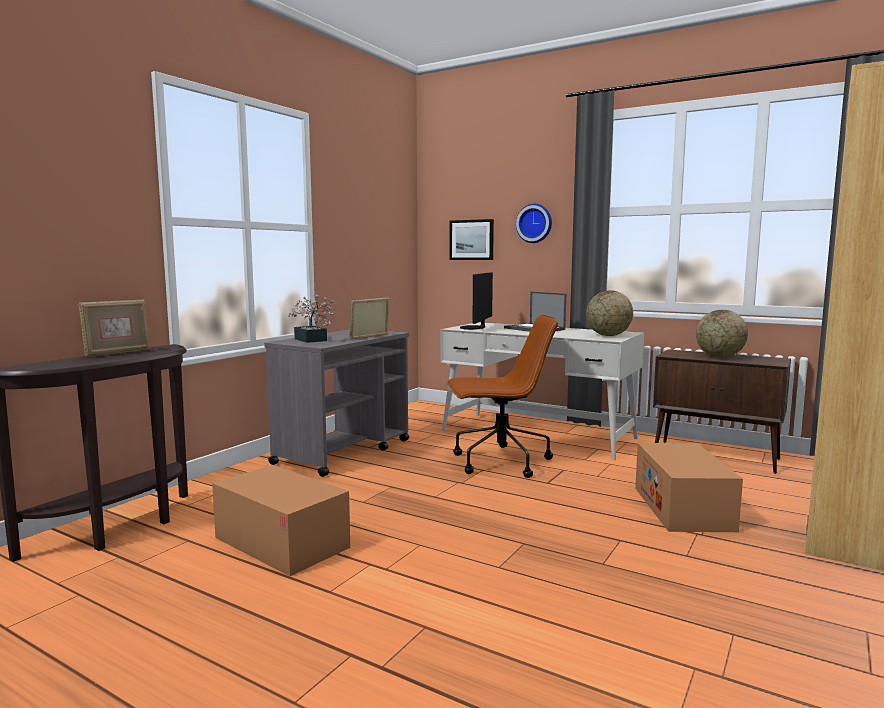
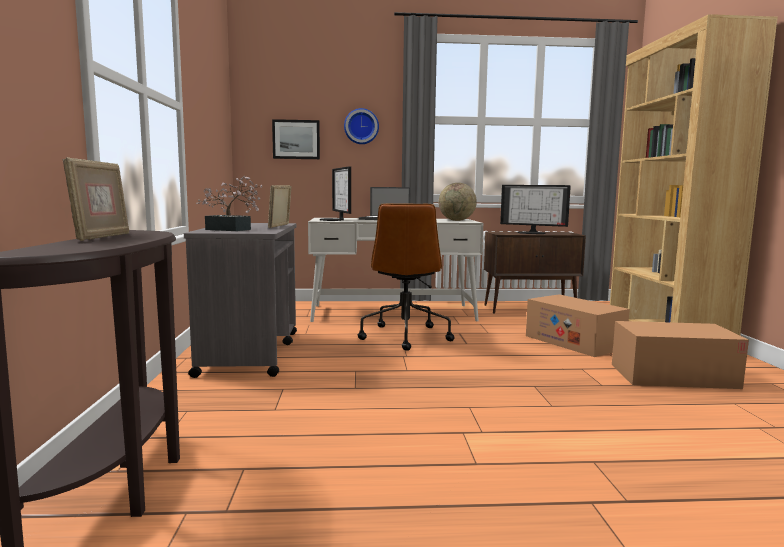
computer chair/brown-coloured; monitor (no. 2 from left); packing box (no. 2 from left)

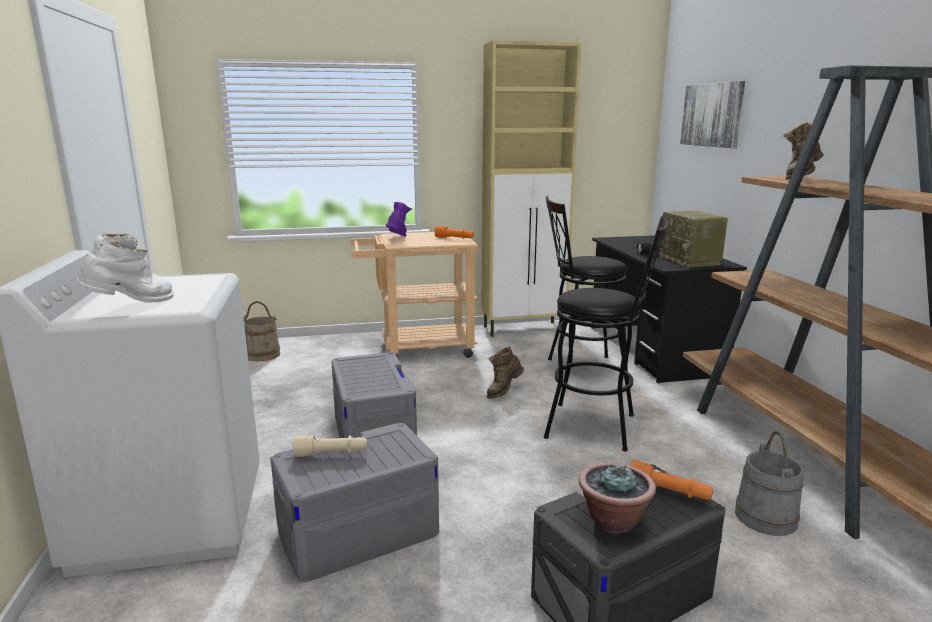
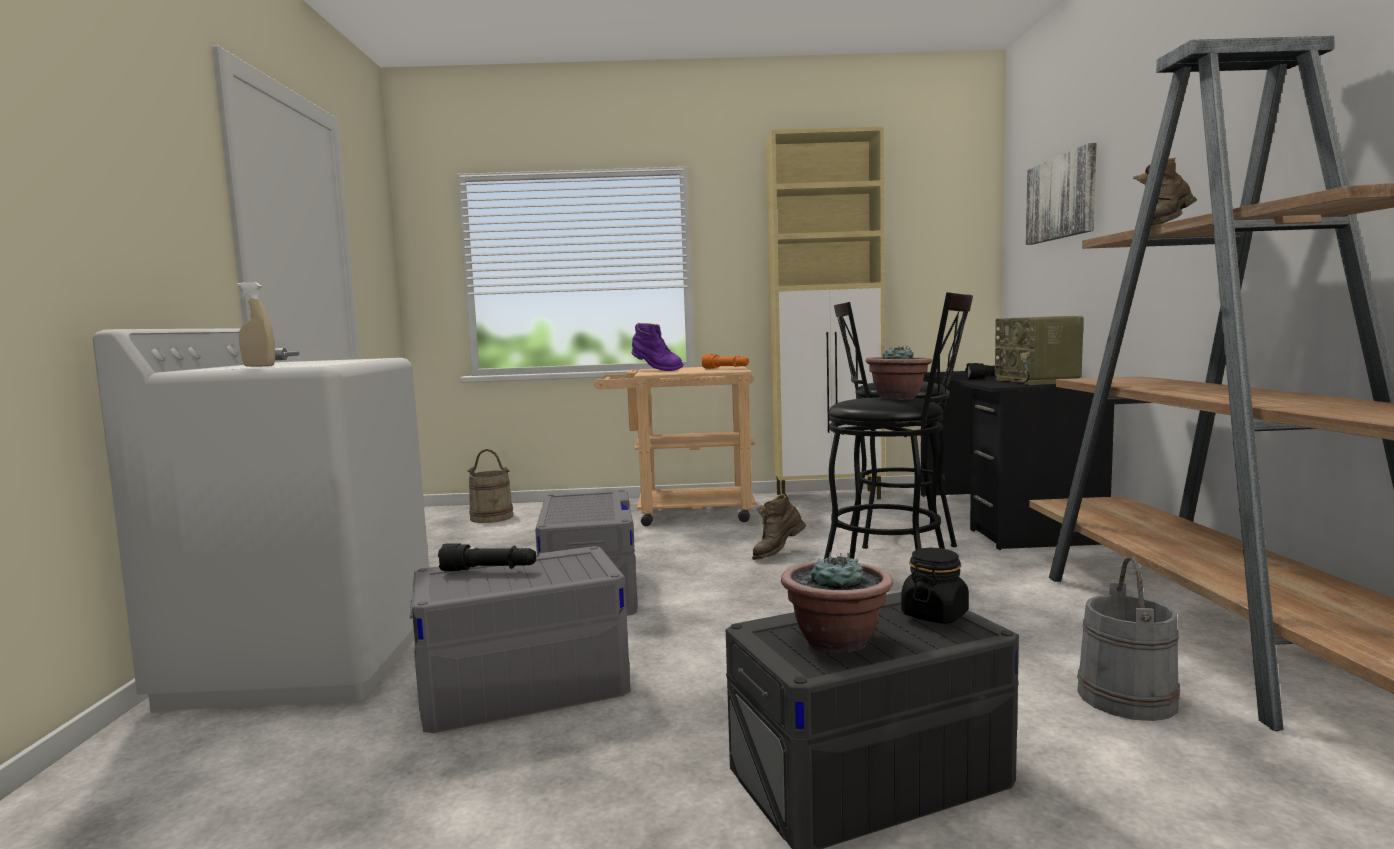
sprayer/beige-coloured; torch/blackish (no. 1 from left); tall boot/purple; houseplant (no. 2 from left); preserve jar/blackish

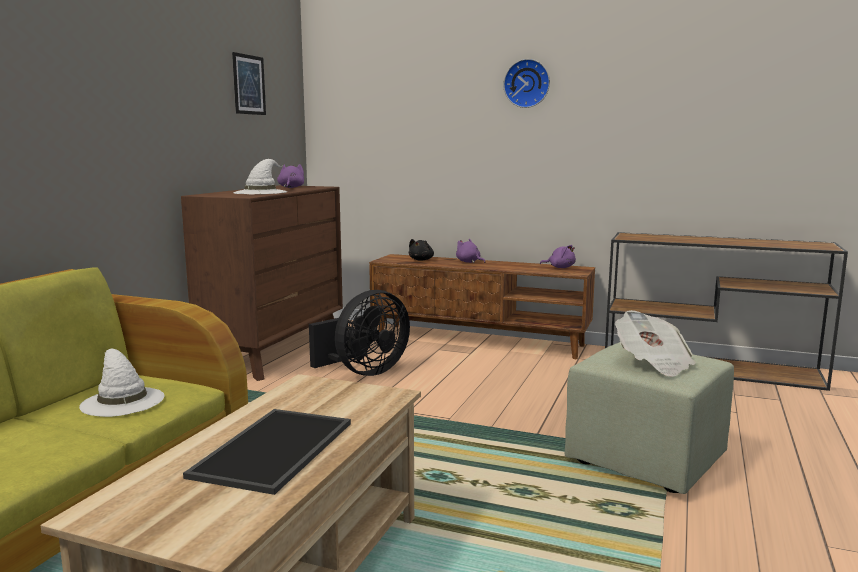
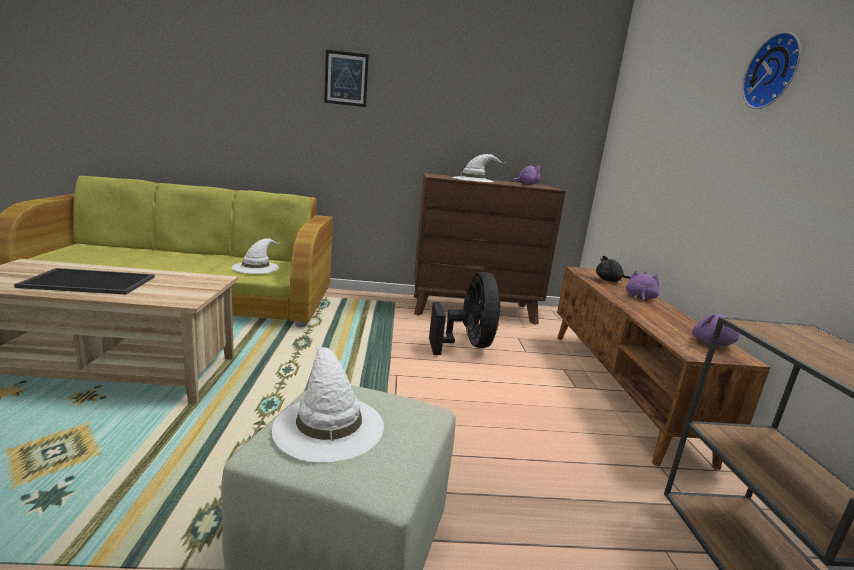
hat/white (no. 2 from left); picture; cooling fan/blackish

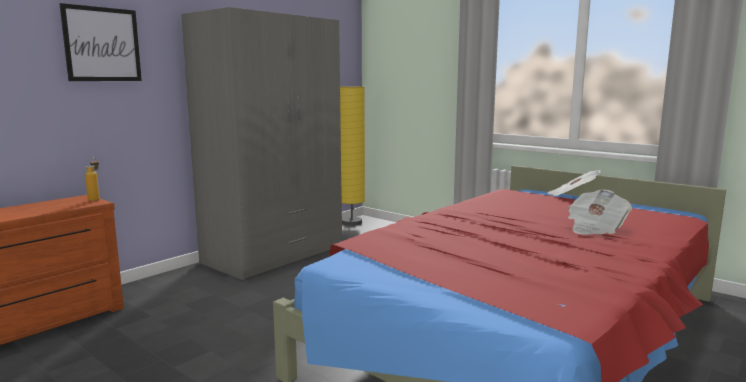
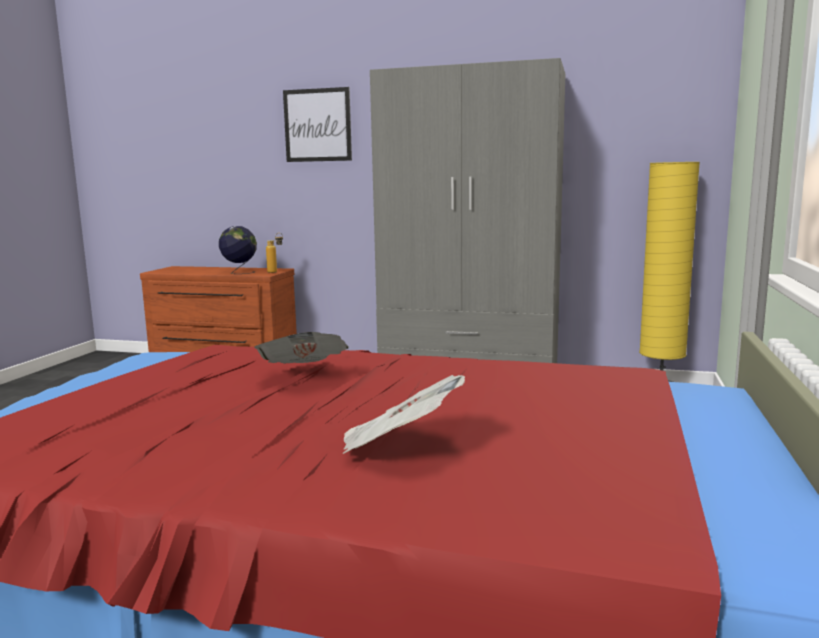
desk globe; newspaper (no. 1 from left)

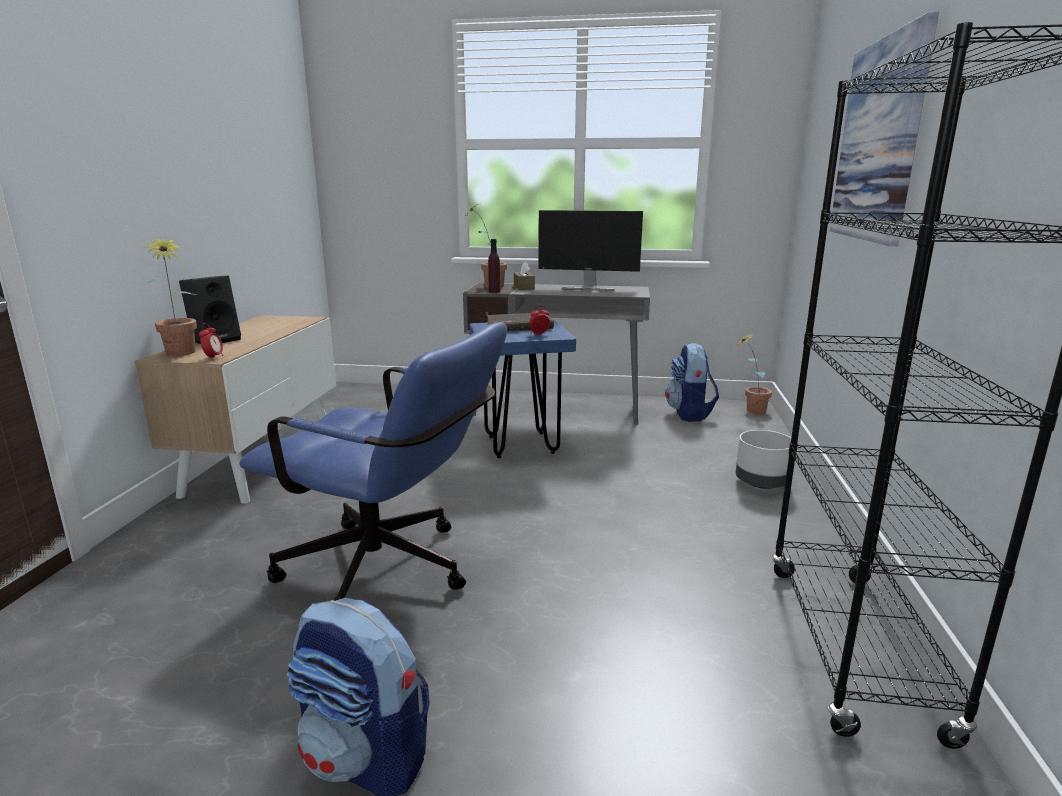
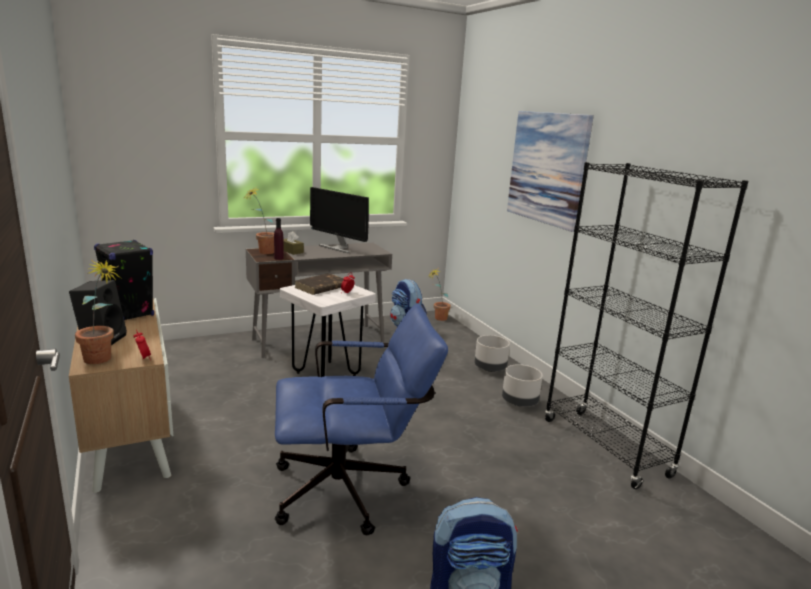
speaker/blackish (no. 2 from left); stool/white; monitor; planter/gray (no. 2 from left)

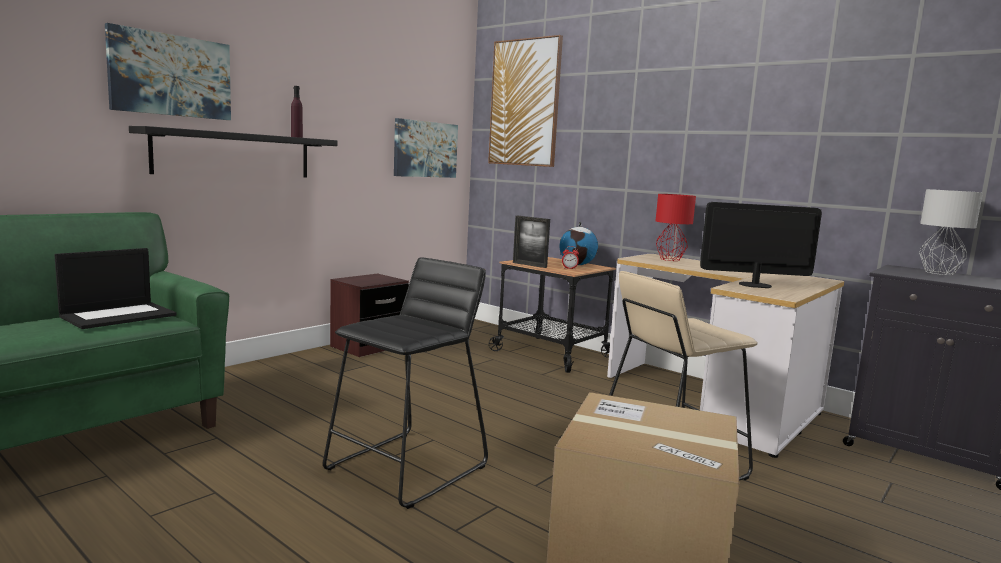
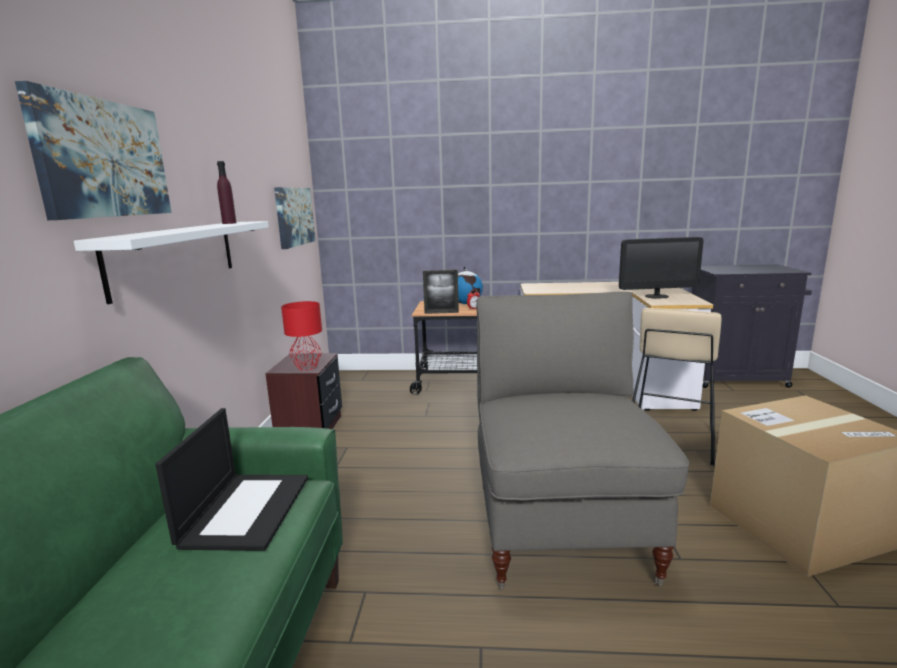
shelf/white; tabletop lamp/red; lounge chair/gray; monitor; picture (no. 3 from left in the first image); tabletop lamp/gray

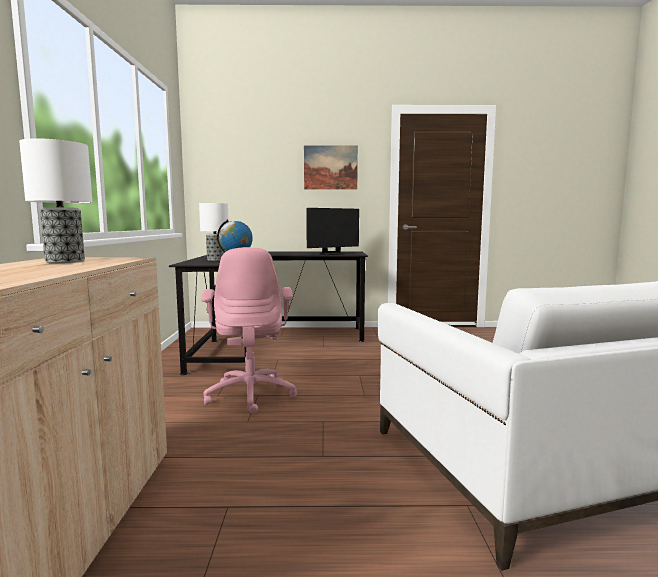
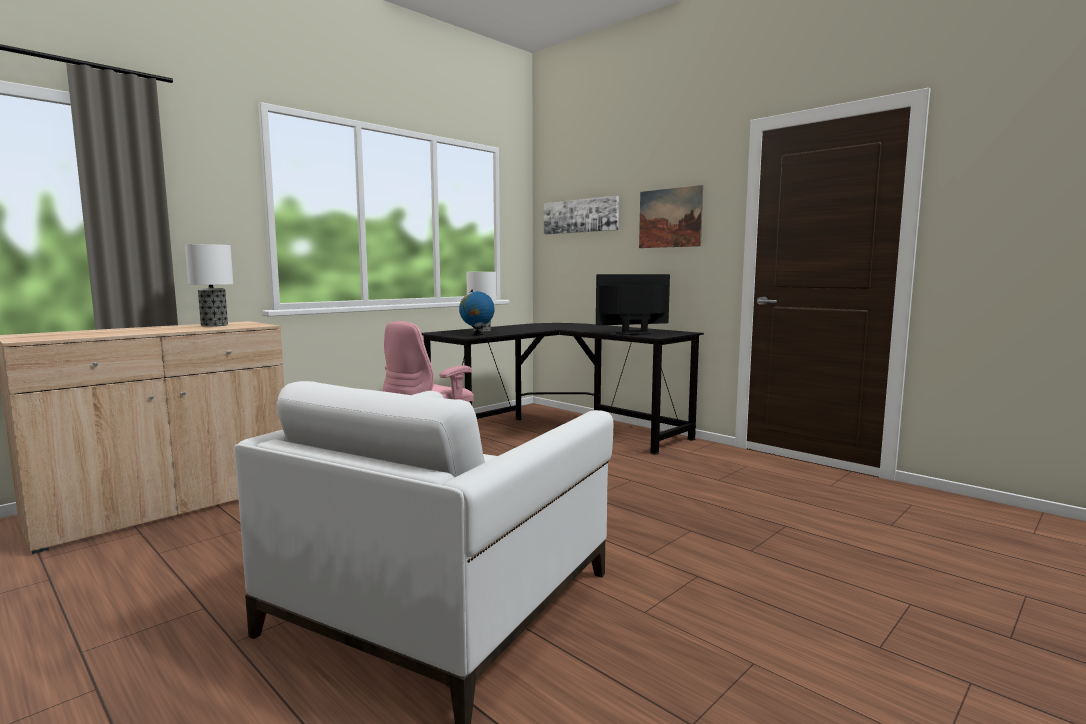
picture (no. 1 from left); monitor

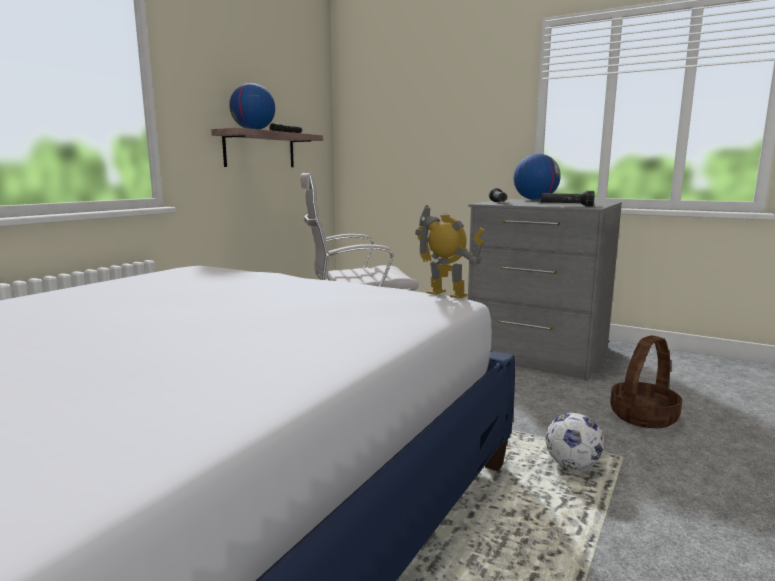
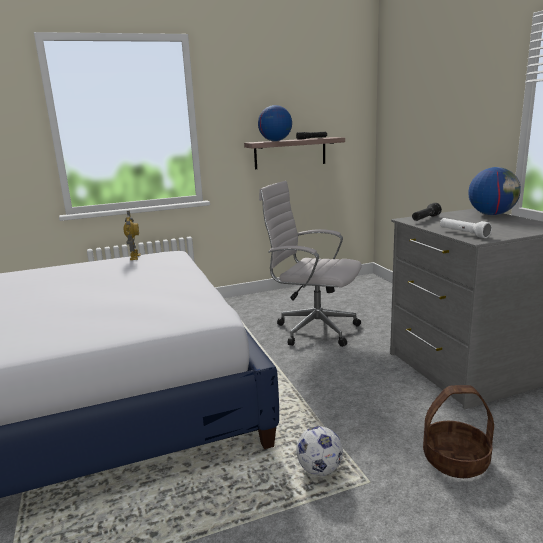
robot figure; torch/white

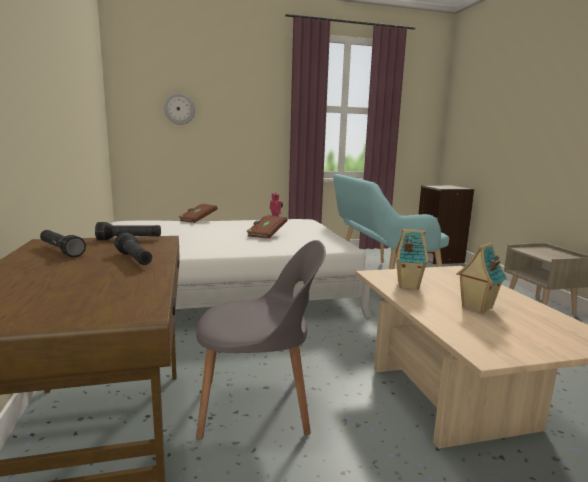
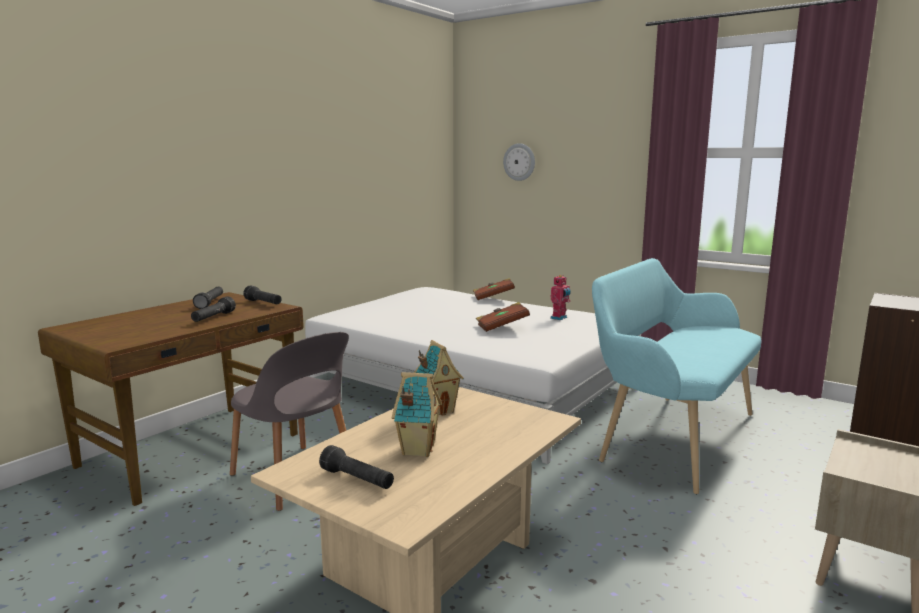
torch/blackish (no. 4 from left)

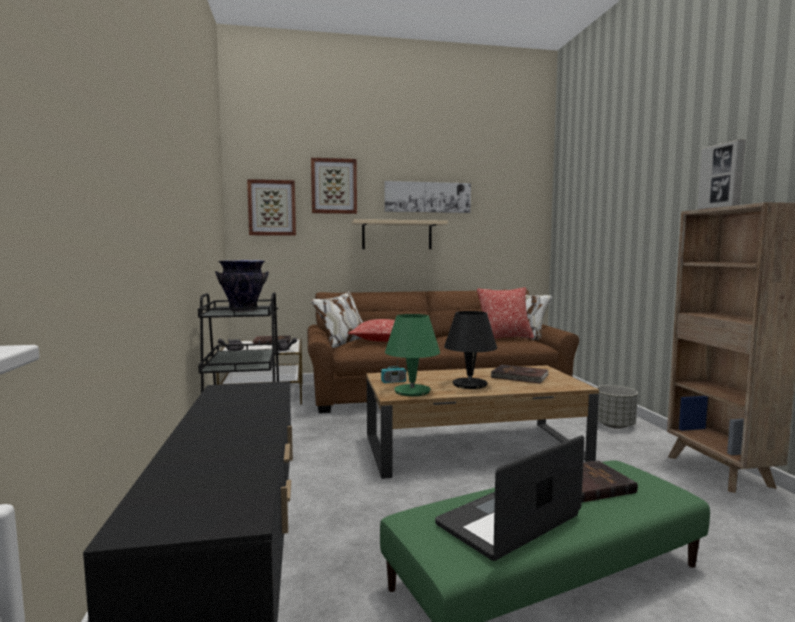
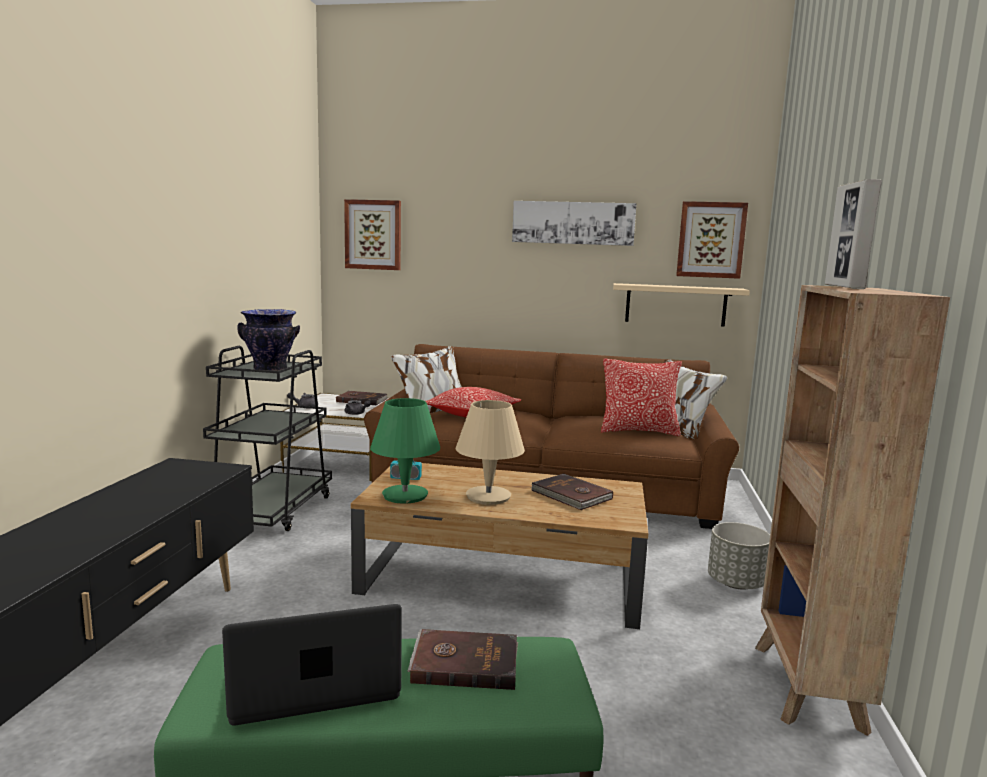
tabletop lamp/beige-coloured; shelf/beige-coloured; picture (no. 3 from left)

